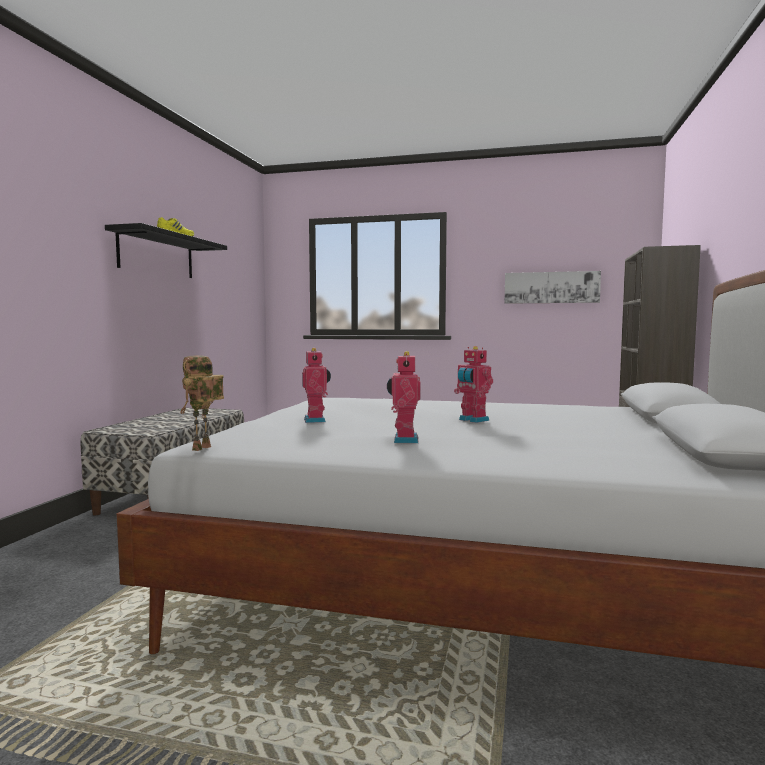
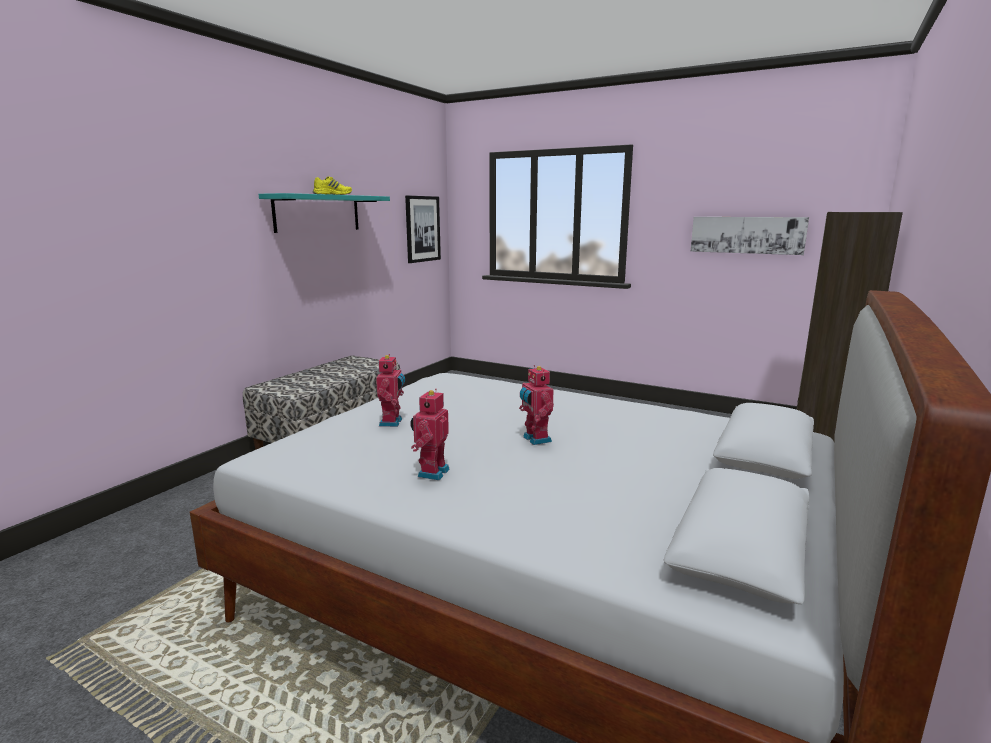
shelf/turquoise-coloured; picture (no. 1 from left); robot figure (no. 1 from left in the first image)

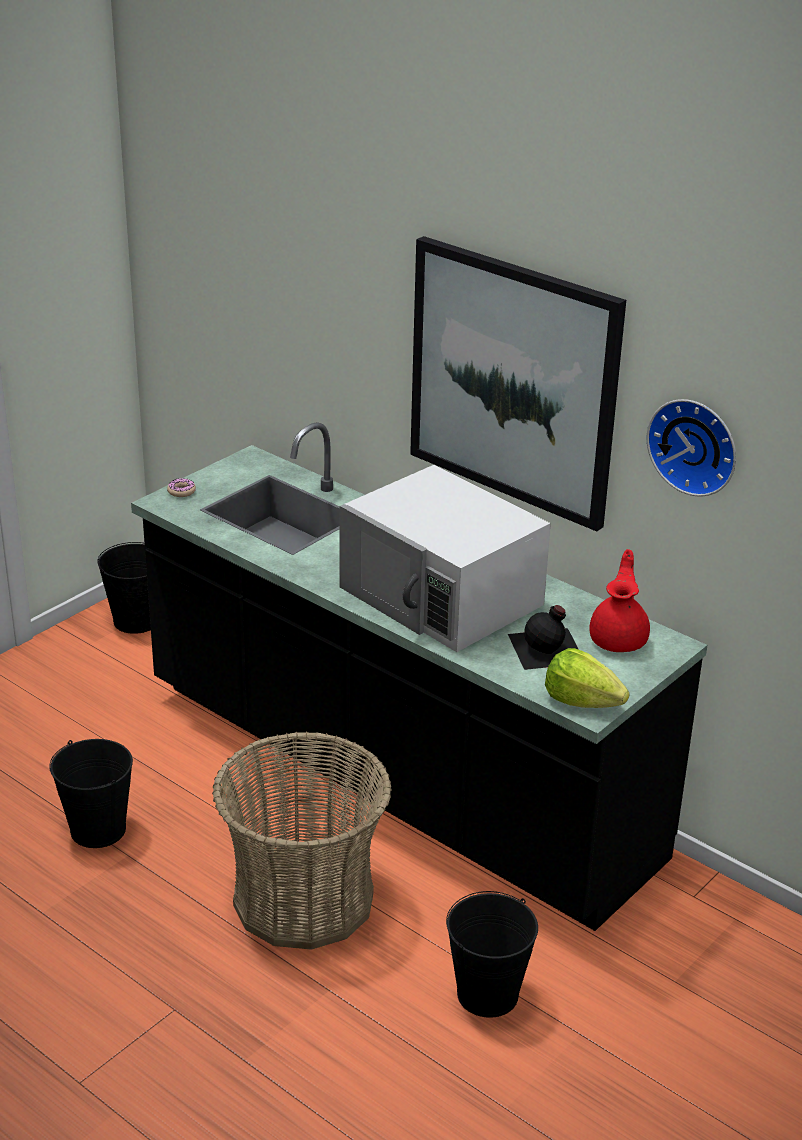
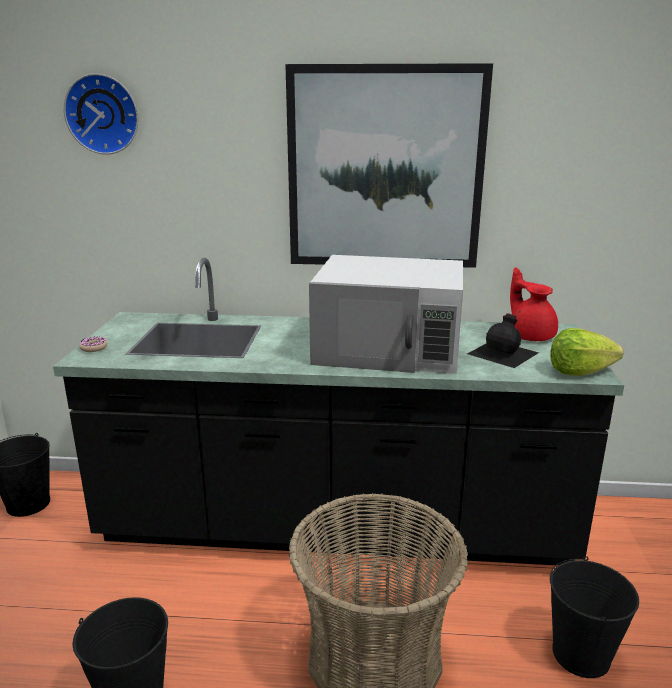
wall clock

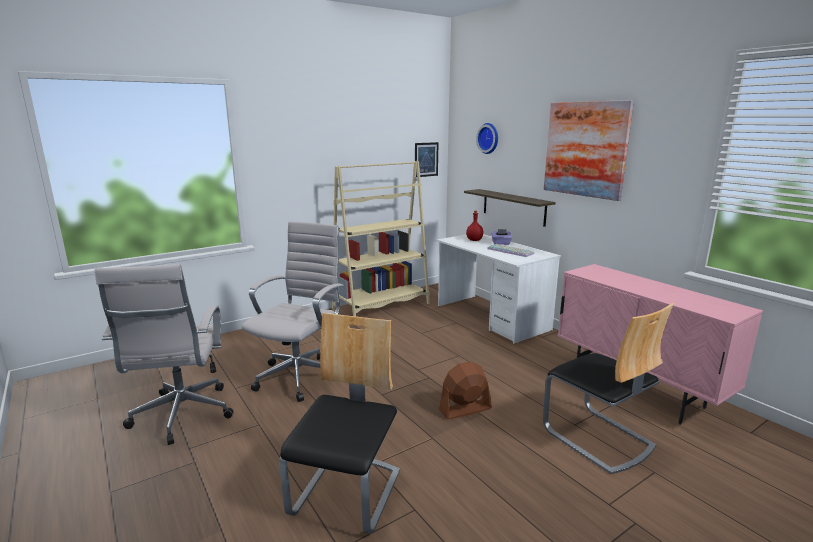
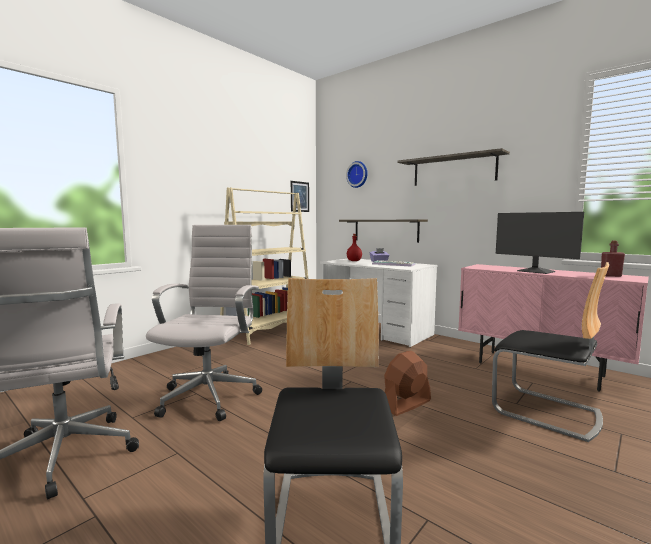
shelf (no. 2 from left); monitor; beverage bottle/red (no. 2 from left)

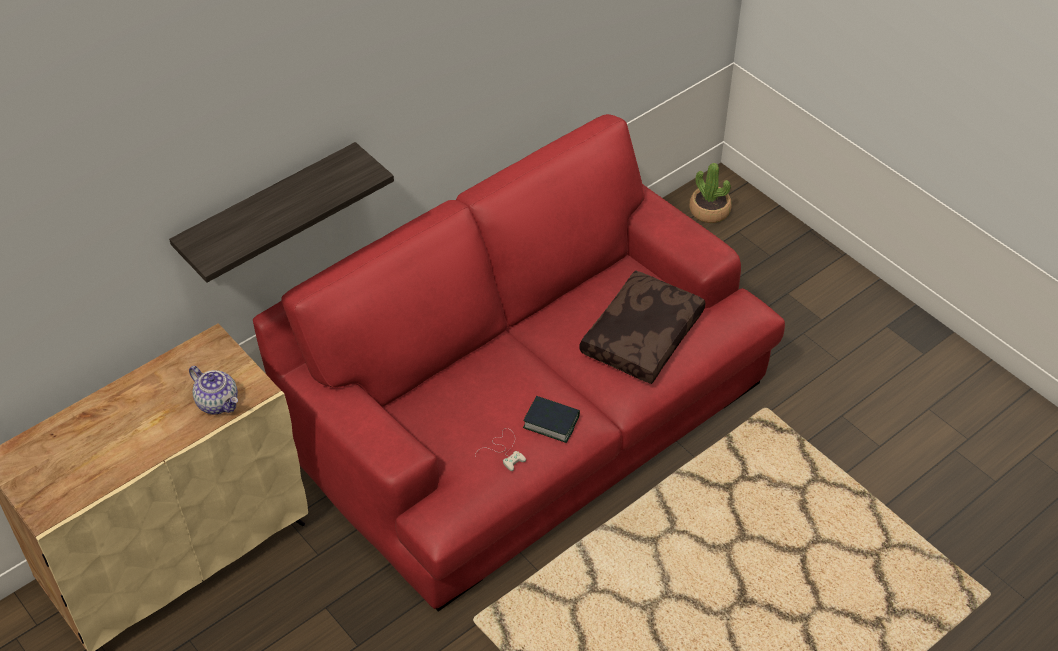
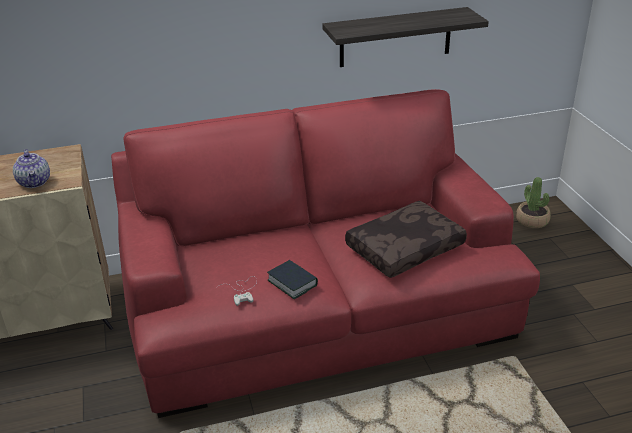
shelf

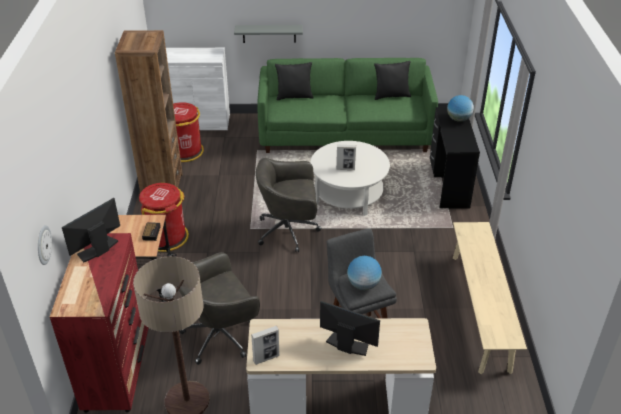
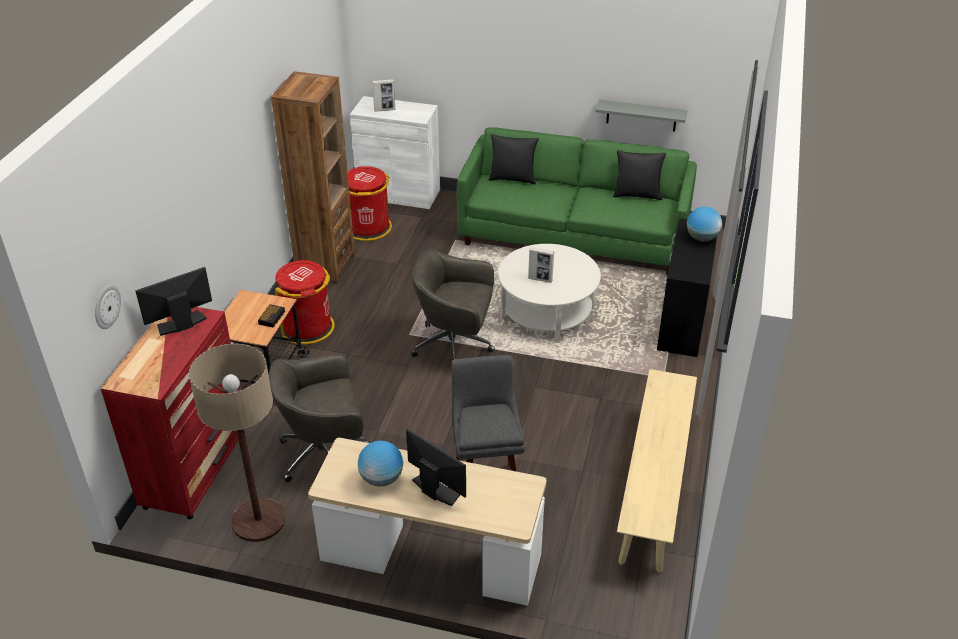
desk globe (no. 1 from left); picture frame (no. 1 from left); shelf/gray

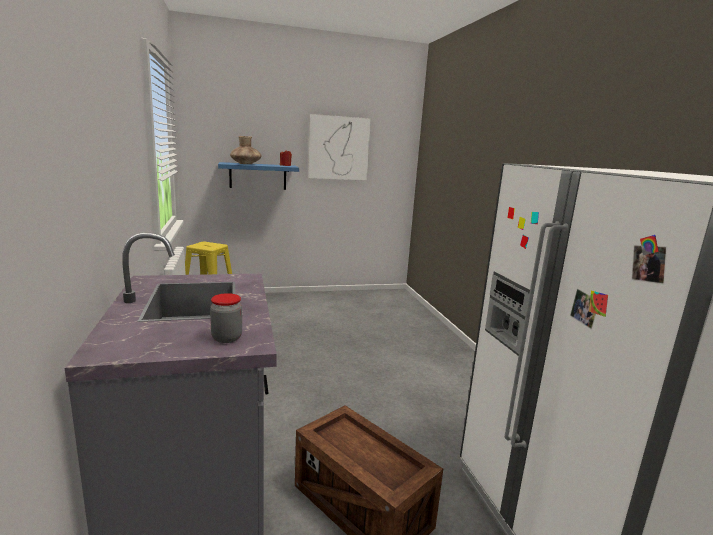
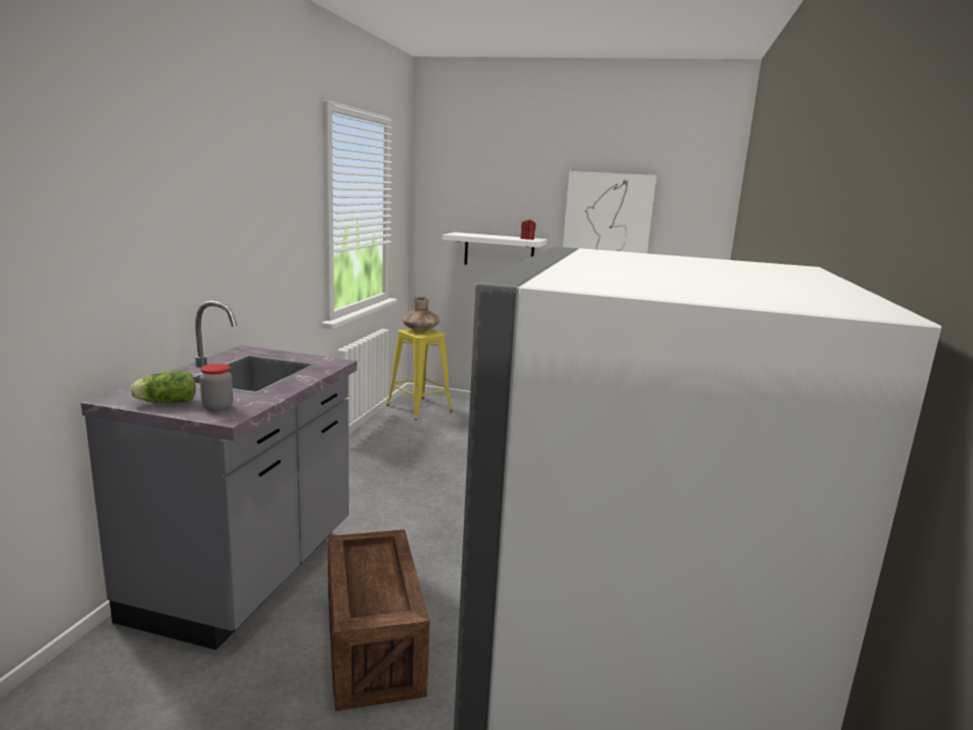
lettuce; flower vase/brown-coloured; shelf/white

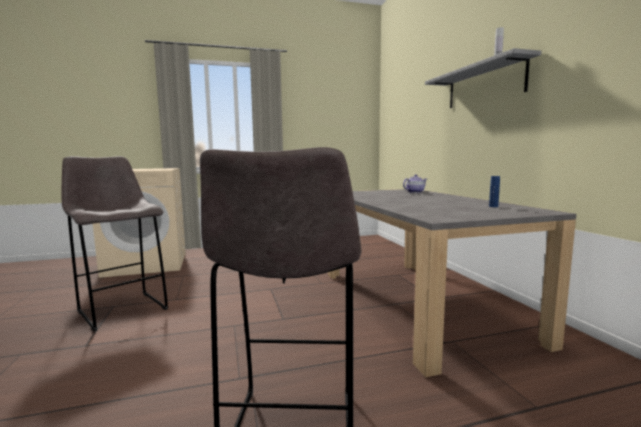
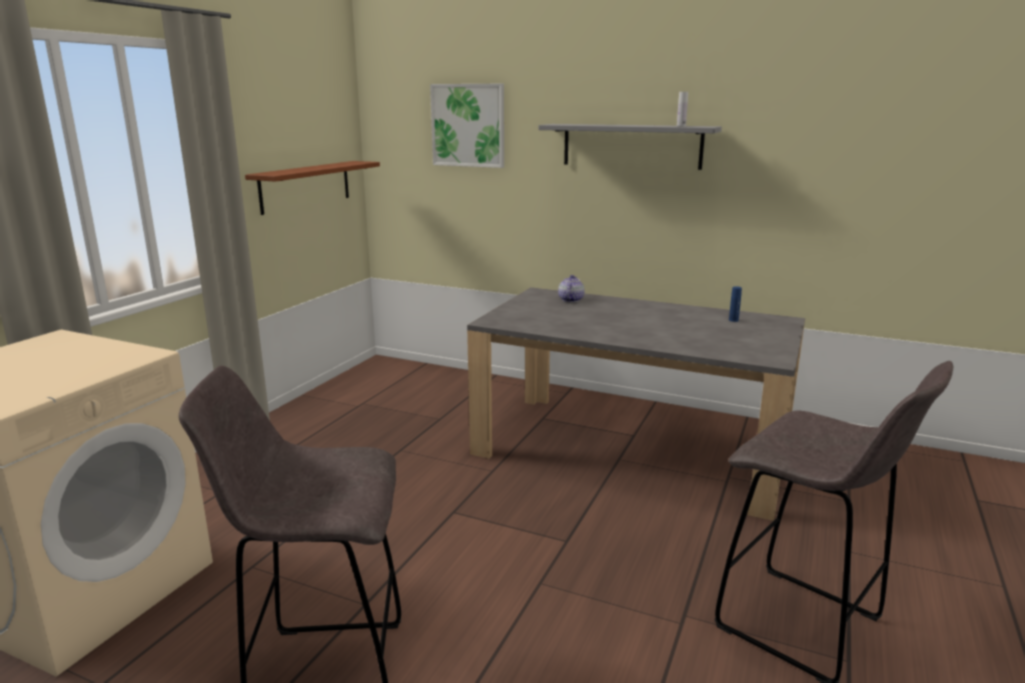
shelf/brown-coloured; picture

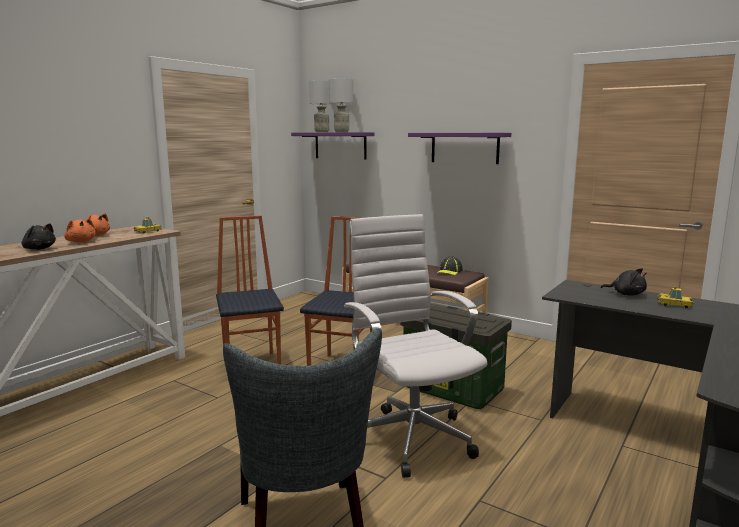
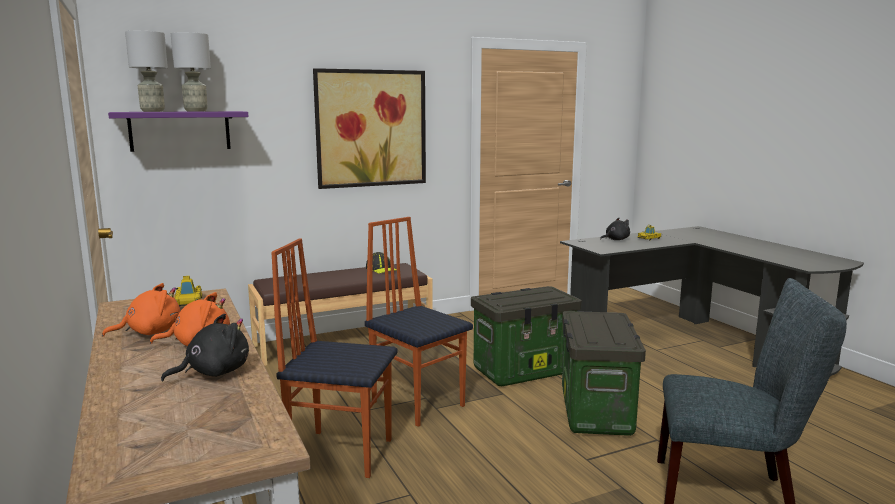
picture; storage box (no. 2 from left)

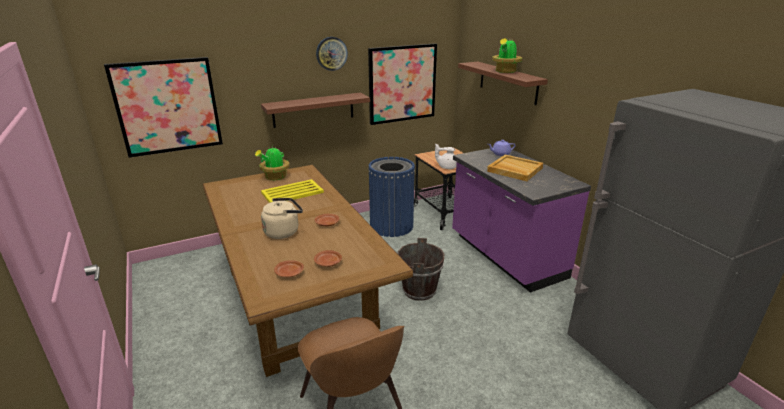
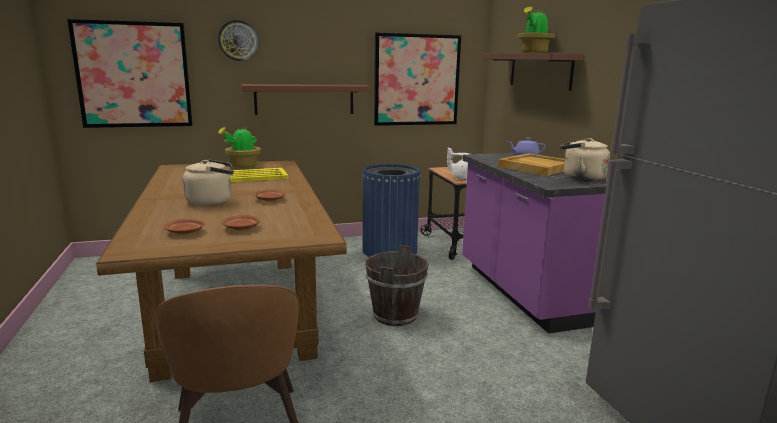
wall clock; tea kettle/beige-coloured (no. 2 from left)

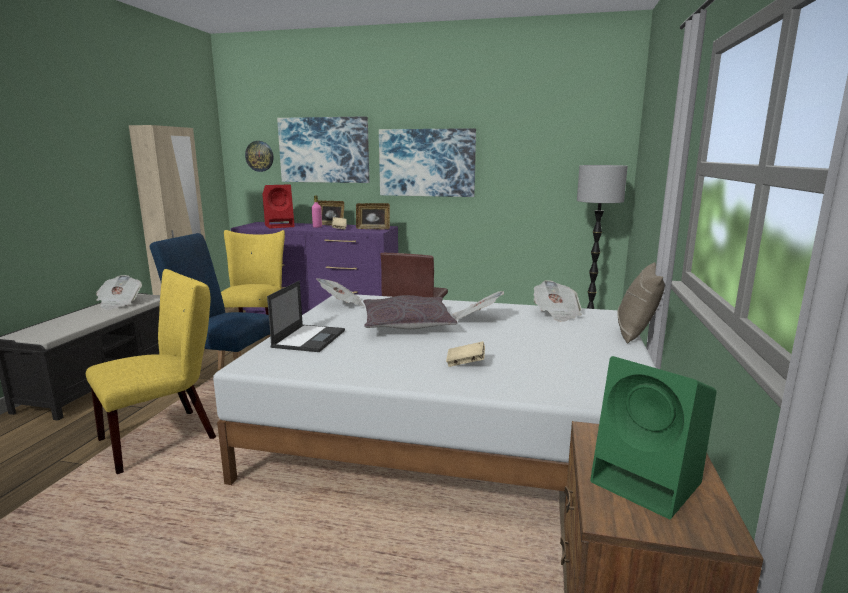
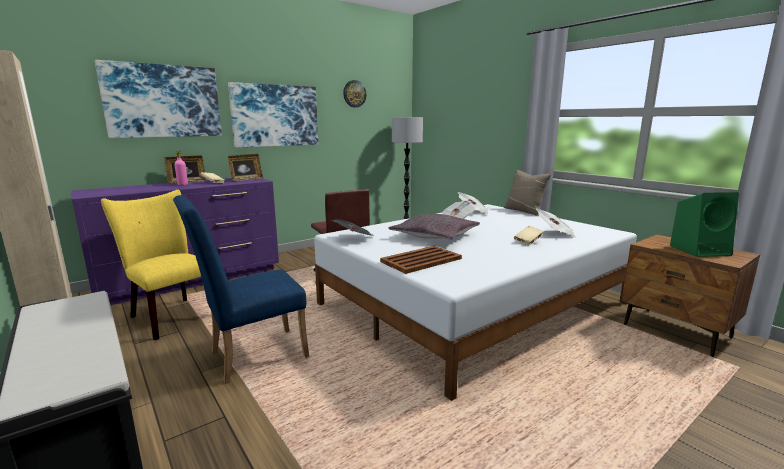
wall clock; serving tray/brown-coloured; newspaper (no. 4 from left); upright chair/yellow (no. 1 from left in the first image); speaker/red

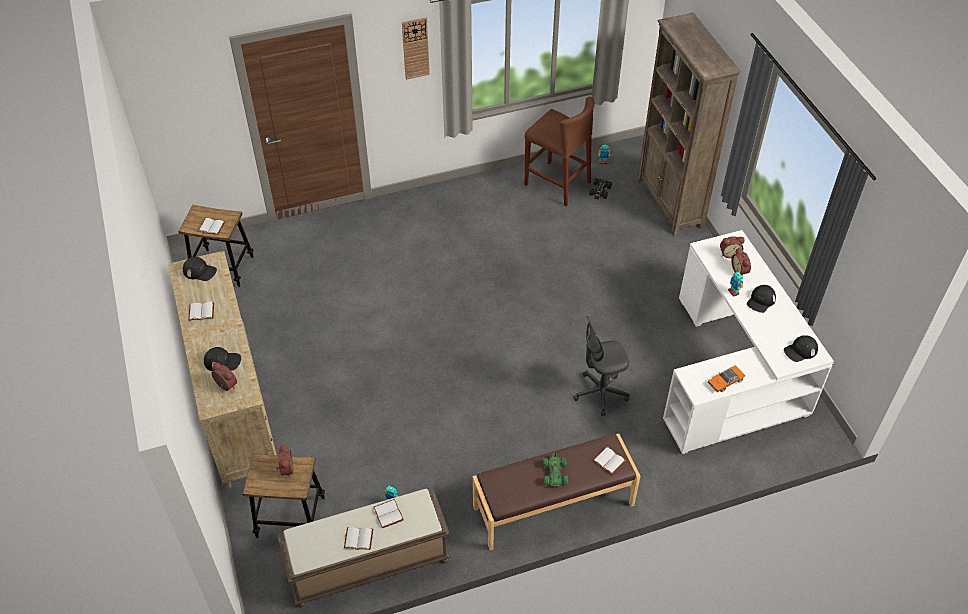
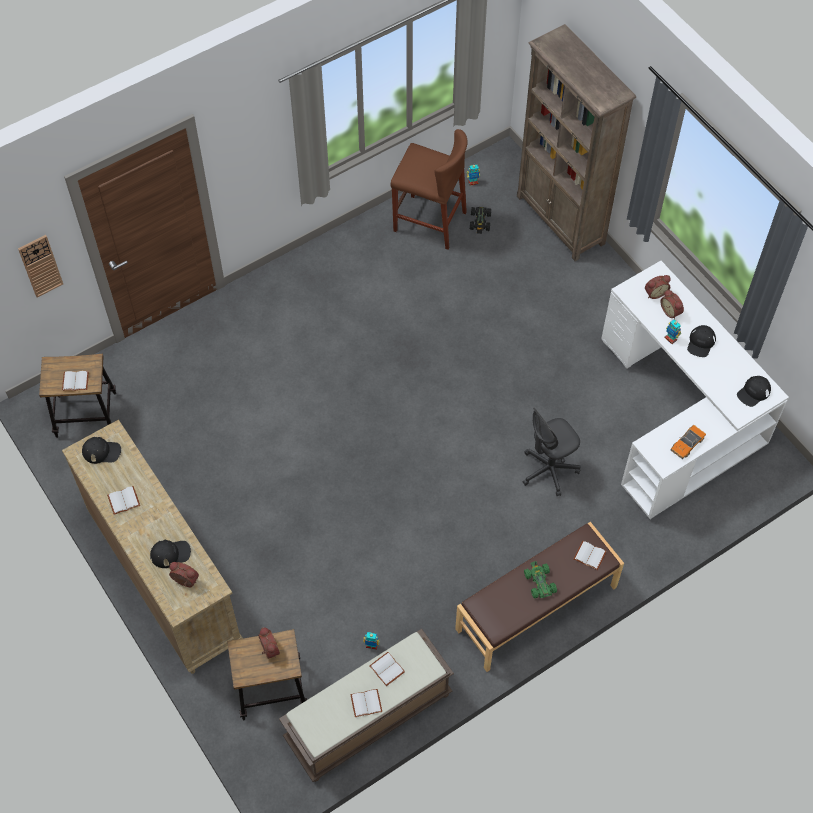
wall clock

